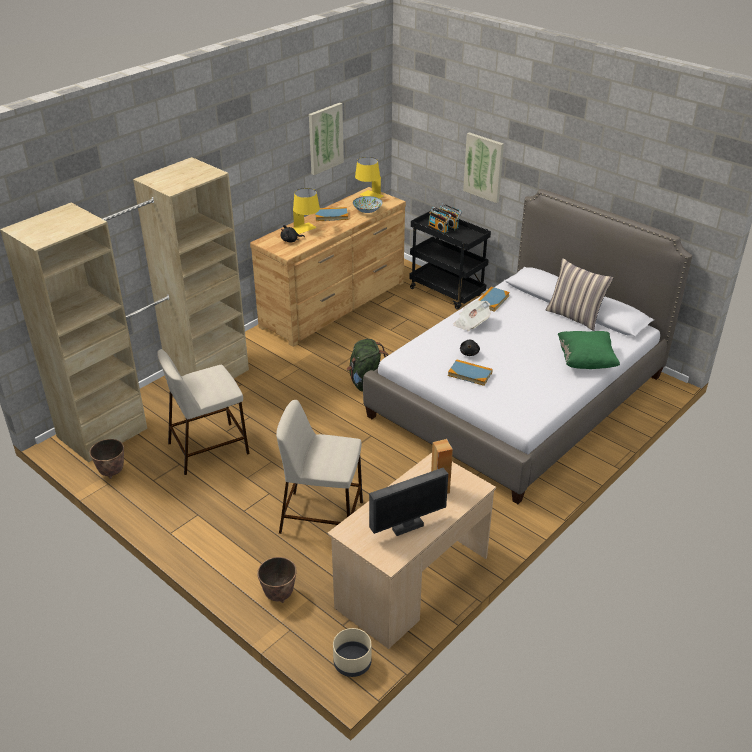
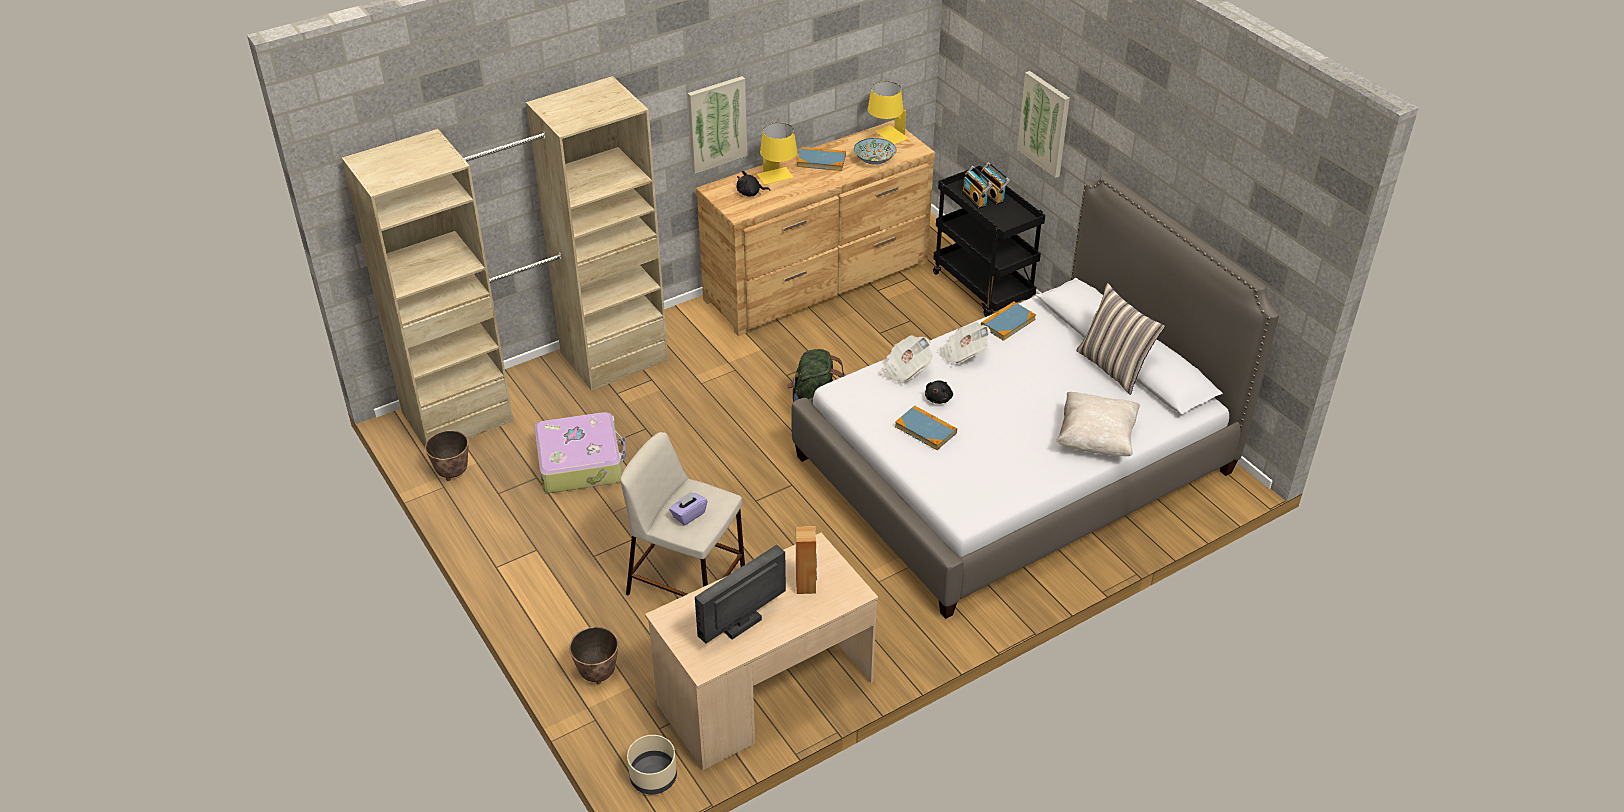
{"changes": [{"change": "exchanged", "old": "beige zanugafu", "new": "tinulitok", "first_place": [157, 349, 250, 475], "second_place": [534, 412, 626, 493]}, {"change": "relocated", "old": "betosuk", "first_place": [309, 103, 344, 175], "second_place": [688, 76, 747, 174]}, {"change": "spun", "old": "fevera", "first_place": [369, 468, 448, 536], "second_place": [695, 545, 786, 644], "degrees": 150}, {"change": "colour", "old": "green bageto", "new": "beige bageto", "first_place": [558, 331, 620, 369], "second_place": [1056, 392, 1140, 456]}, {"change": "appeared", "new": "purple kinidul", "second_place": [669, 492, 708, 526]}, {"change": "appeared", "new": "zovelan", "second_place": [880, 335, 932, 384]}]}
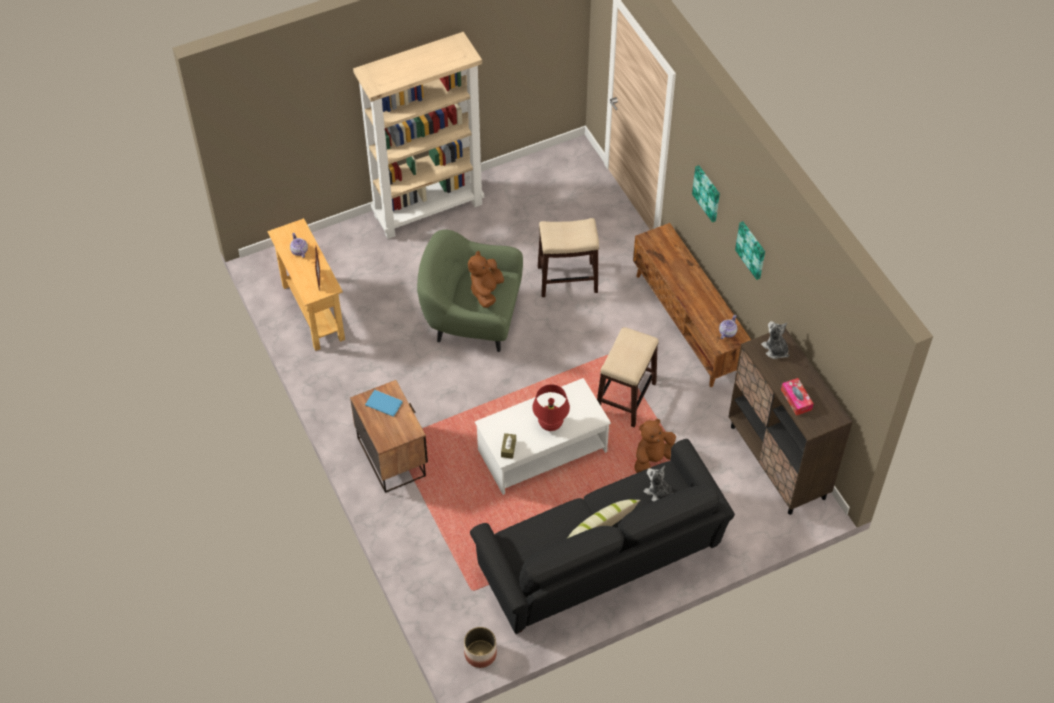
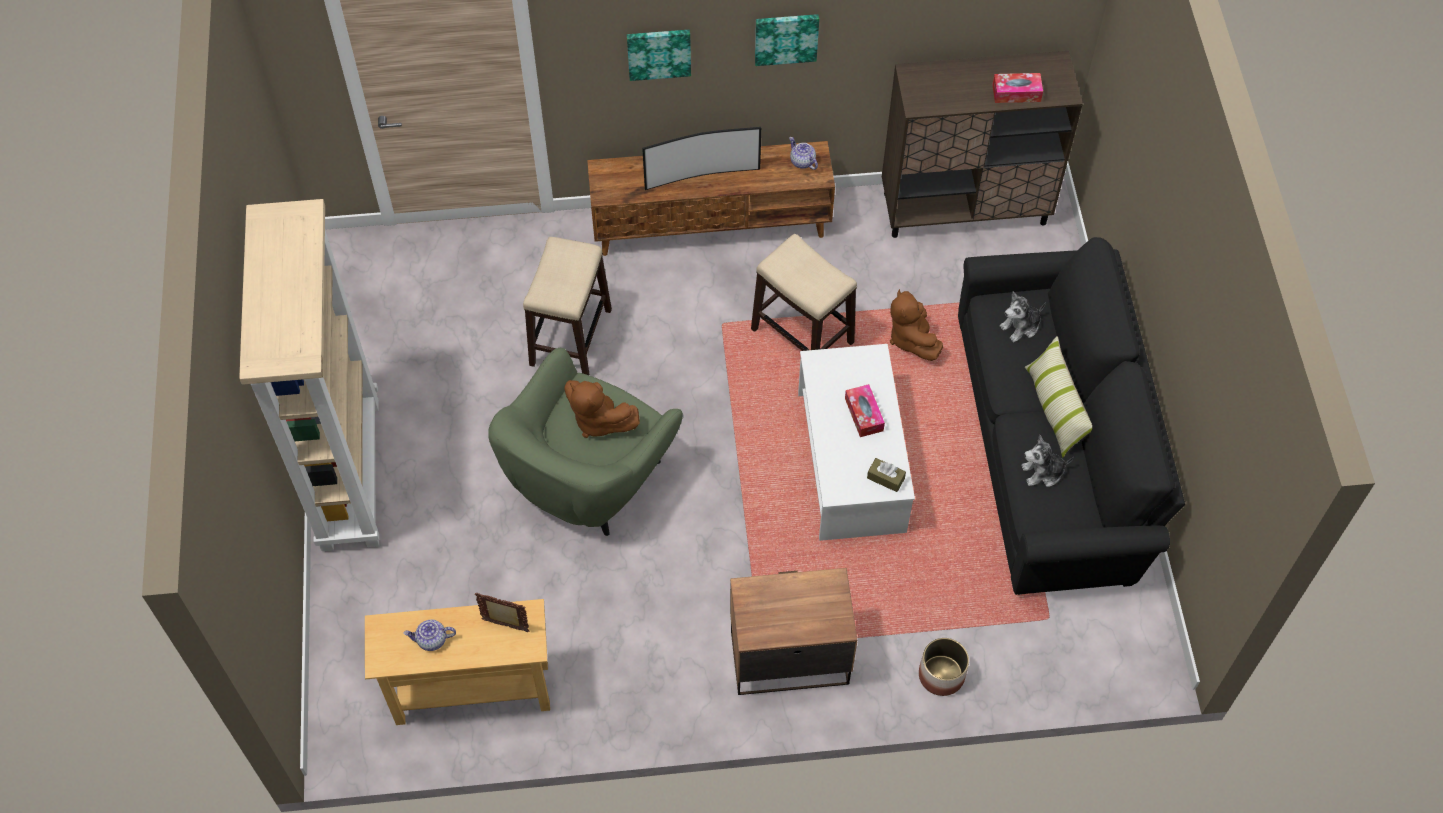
{"changes": [{"change": "missing", "old": "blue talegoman", "first_place": [365, 390, 403, 417]}, {"change": "relocated", "old": "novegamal", "first_place": [464, 627, 497, 668], "second_place": [919, 638, 969, 696]}, {"change": "exchanged", "old": "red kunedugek", "new": "kinidul", "first_place": [532, 384, 570, 431], "second_place": [845, 384, 885, 437]}, {"change": "relocated", "old": "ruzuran", "first_place": [761, 321, 789, 359], "second_place": [1021, 435, 1074, 487]}, {"change": "appeared", "new": "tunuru", "second_place": [642, 127, 761, 190]}]}
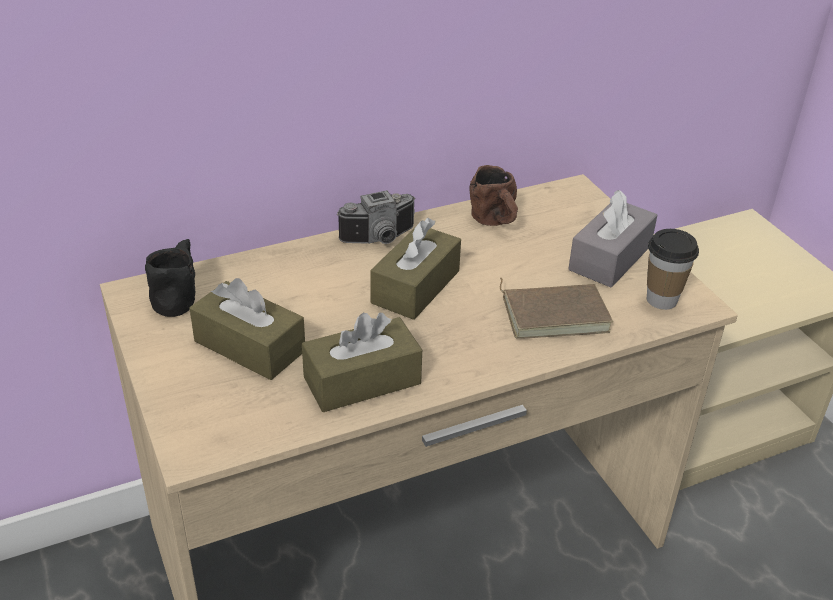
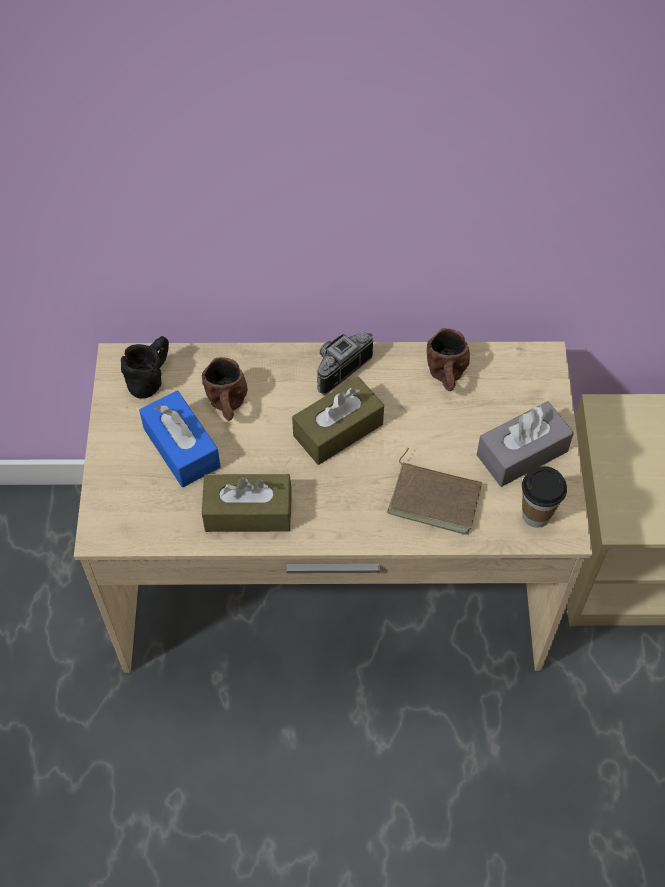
{"changes": [{"change": "colour", "old": "brown kinidul", "new": "blue kinidul", "first_place": [189, 278, 305, 380], "second_place": [139, 391, 221, 487]}, {"change": "spun", "old": "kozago", "first_place": [337, 190, 415, 244], "second_place": [317, 332, 373, 395], "degrees": 135}, {"change": "appeared", "new": "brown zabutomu", "second_place": [202, 357, 248, 421]}]}
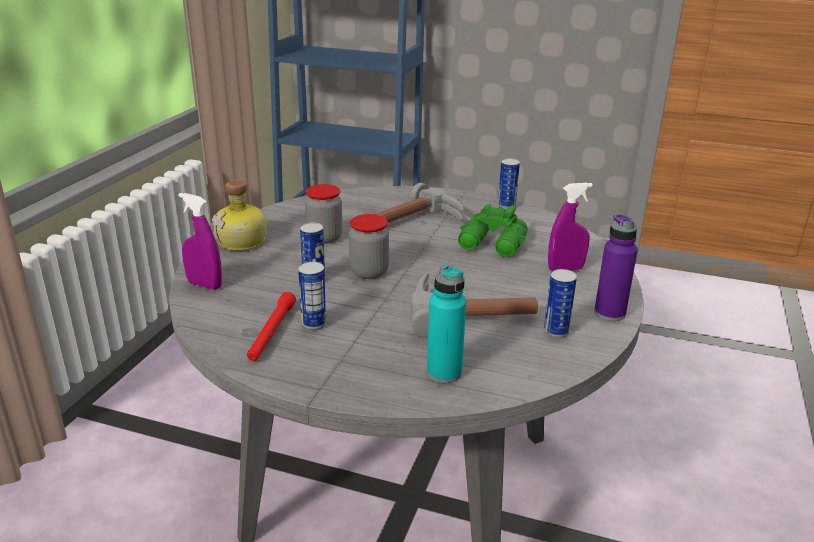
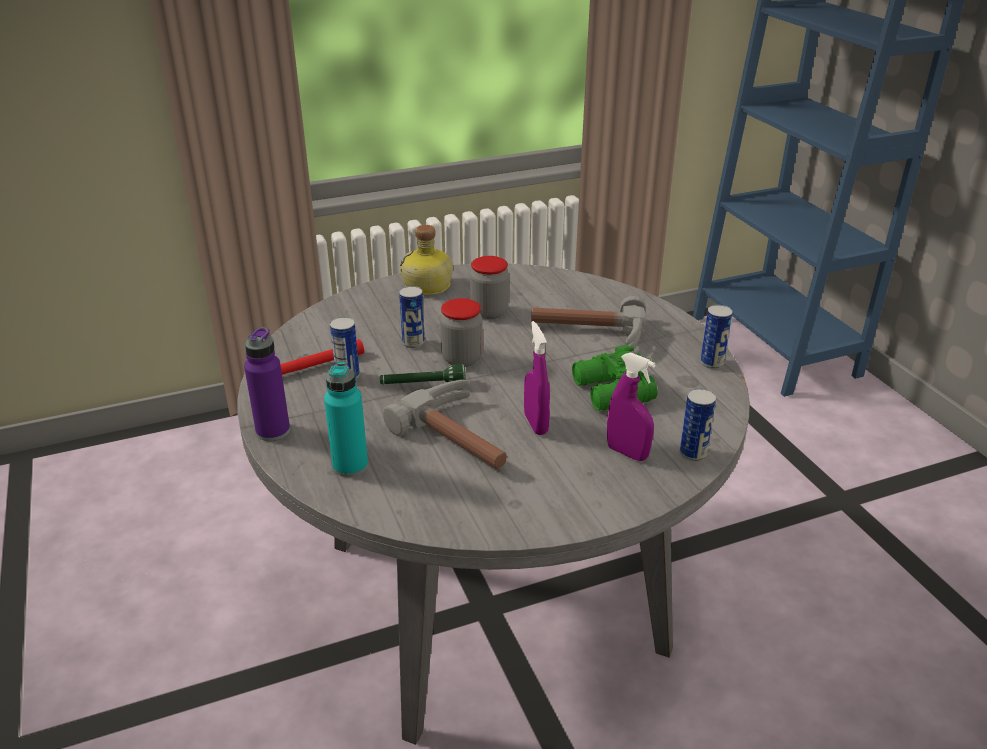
{"changes": [{"change": "relocated", "old": "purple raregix", "first_place": [179, 193, 222, 290], "second_place": [524, 321, 550, 435]}, {"change": "relocated", "old": "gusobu", "first_place": [544, 269, 577, 338], "second_place": [680, 388, 716, 461]}, {"change": "relocated", "old": "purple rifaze", "first_place": [594, 214, 638, 321], "second_place": [244, 327, 290, 441]}, {"change": "appeared", "new": "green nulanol", "second_place": [380, 364, 466, 384]}]}
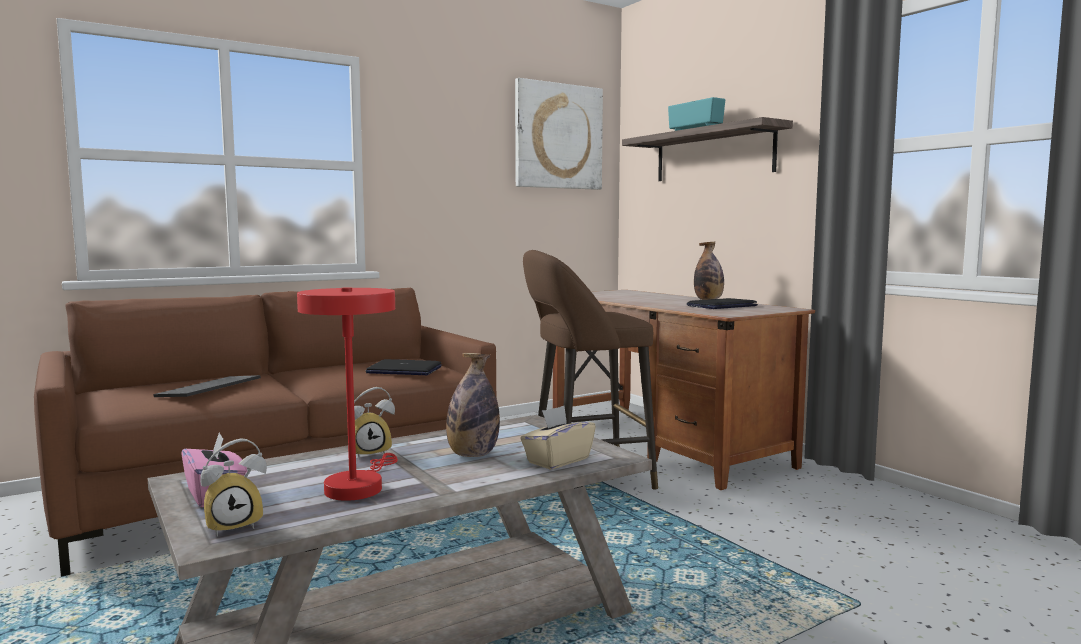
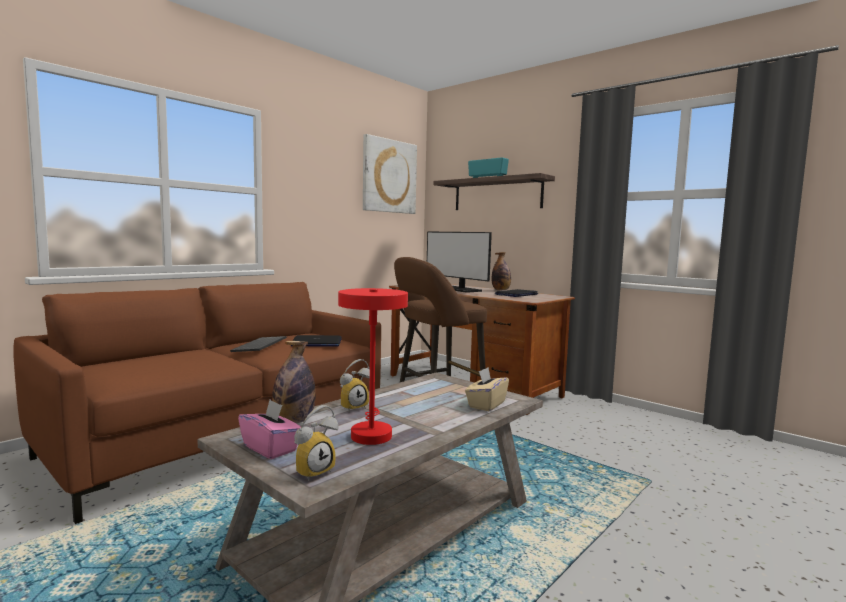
{"changes": [{"change": "relocated", "old": "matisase", "first_place": [153, 375, 261, 397], "second_place": [230, 336, 287, 352]}, {"change": "relocated", "old": "rifaze", "first_place": [446, 353, 500, 457], "second_place": [272, 341, 316, 423]}, {"change": "appeared", "new": "fevera", "second_place": [427, 232, 492, 293]}]}
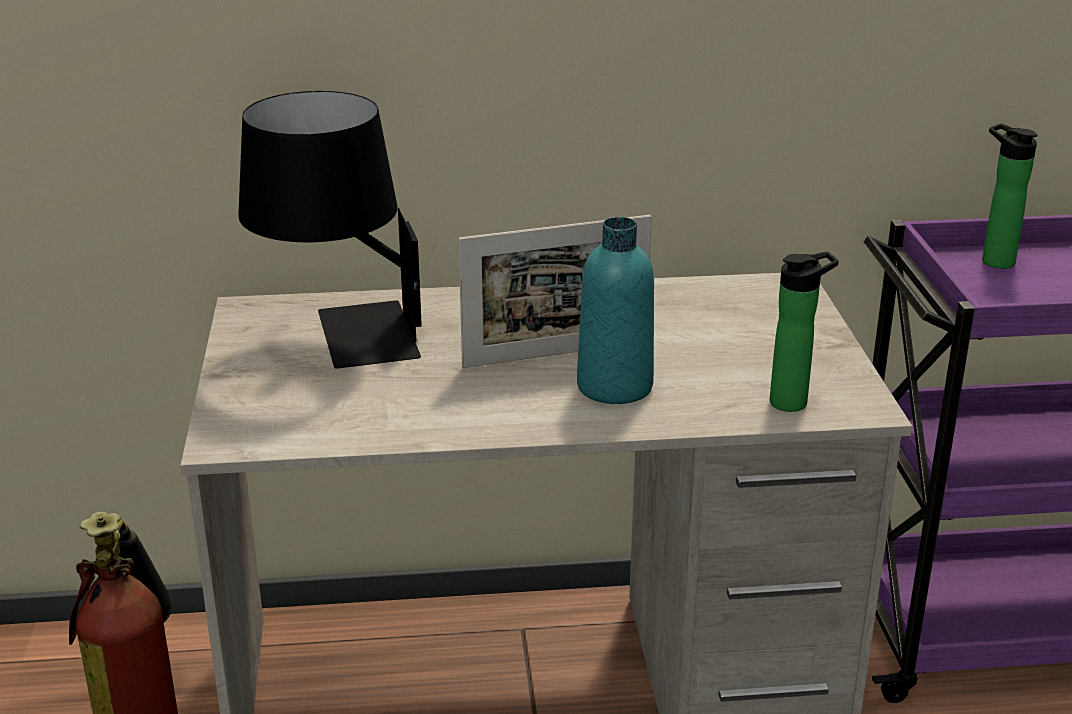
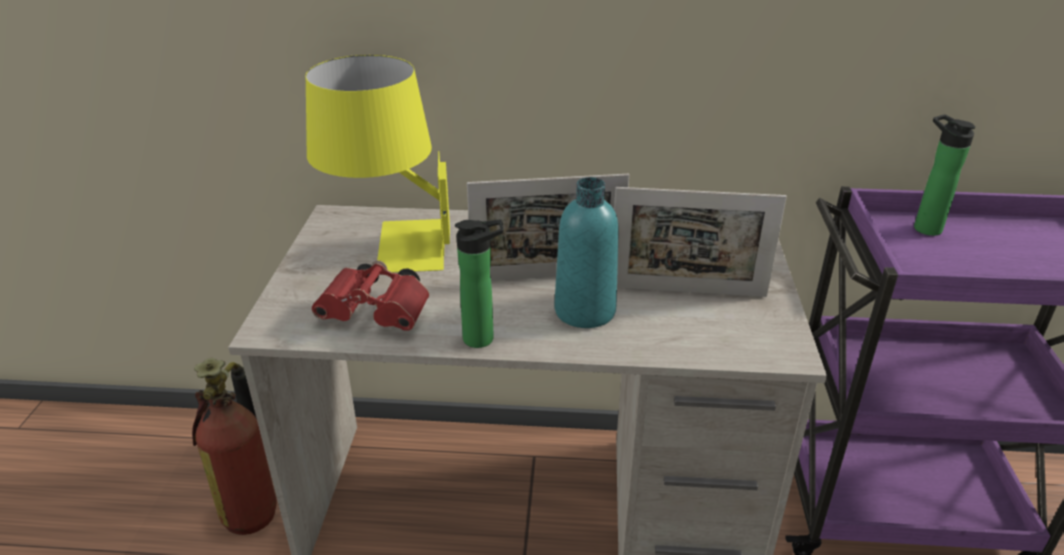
{"changes": [{"change": "colour", "old": "black kunedugek", "new": "yellow kunedugek", "first_place": [238, 91, 422, 369], "second_place": [306, 55, 450, 273]}, {"change": "relocated", "old": "rifaze", "first_place": [770, 252, 839, 412], "second_place": [455, 219, 503, 348]}, {"change": "appeared", "new": "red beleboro", "second_place": [312, 260, 429, 331]}, {"change": "appeared", "new": "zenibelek", "second_place": [614, 187, 787, 297]}]}
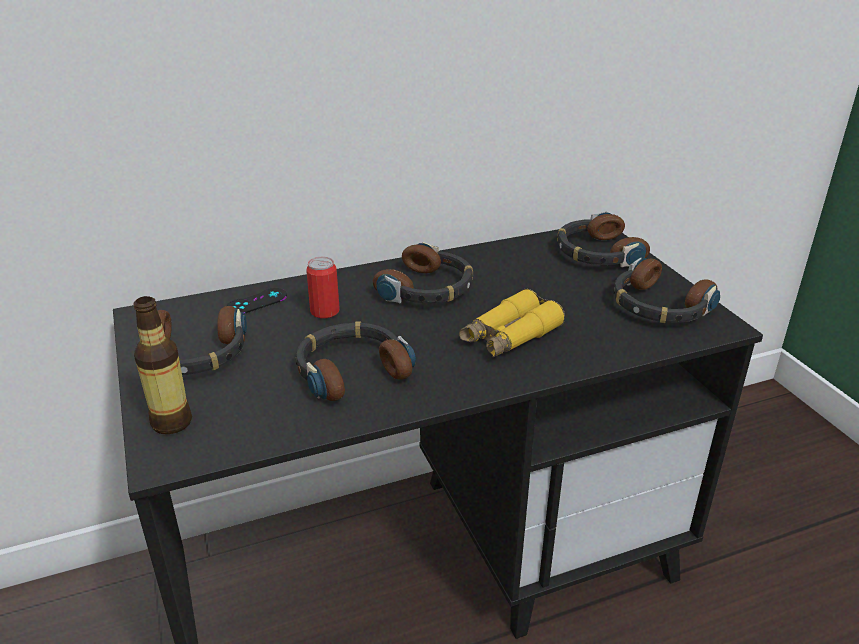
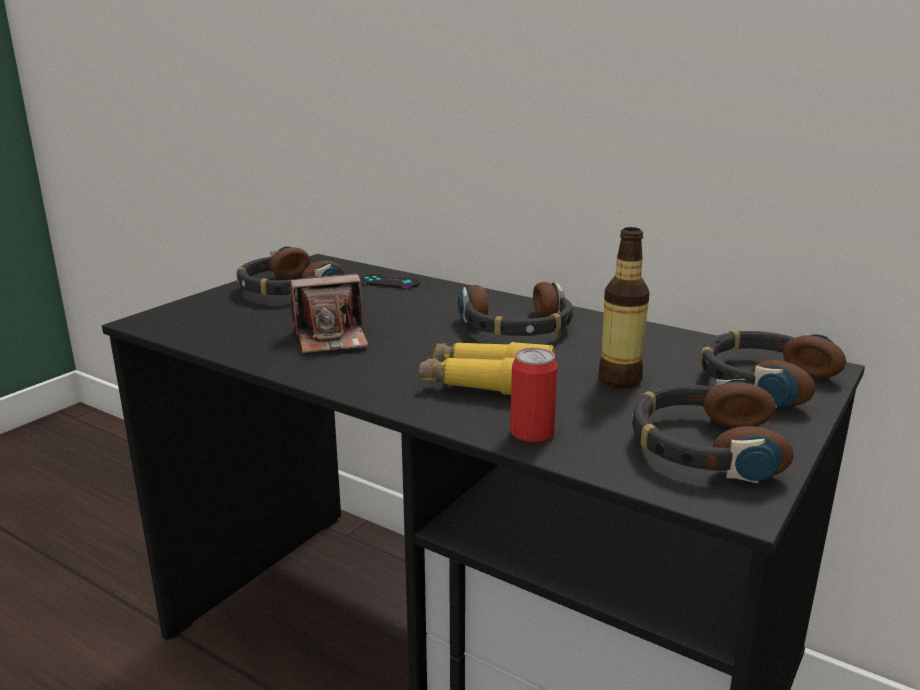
{"changes": [{"change": "relocated", "old": "rifaze", "first_place": [133, 296, 192, 434], "second_place": [598, 227, 650, 388]}, {"change": "exchanged", "old": "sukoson", "new": "kozago", "first_place": [295, 322, 416, 401], "second_place": [289, 273, 368, 353]}, {"change": "relocated", "old": "gusobu", "first_place": [306, 257, 340, 318], "second_place": [510, 347, 558, 443]}]}
